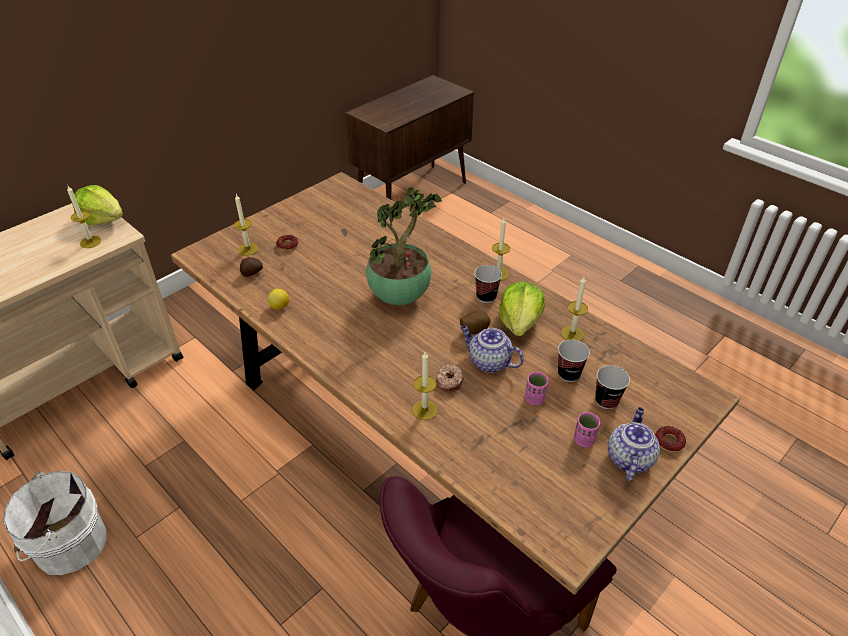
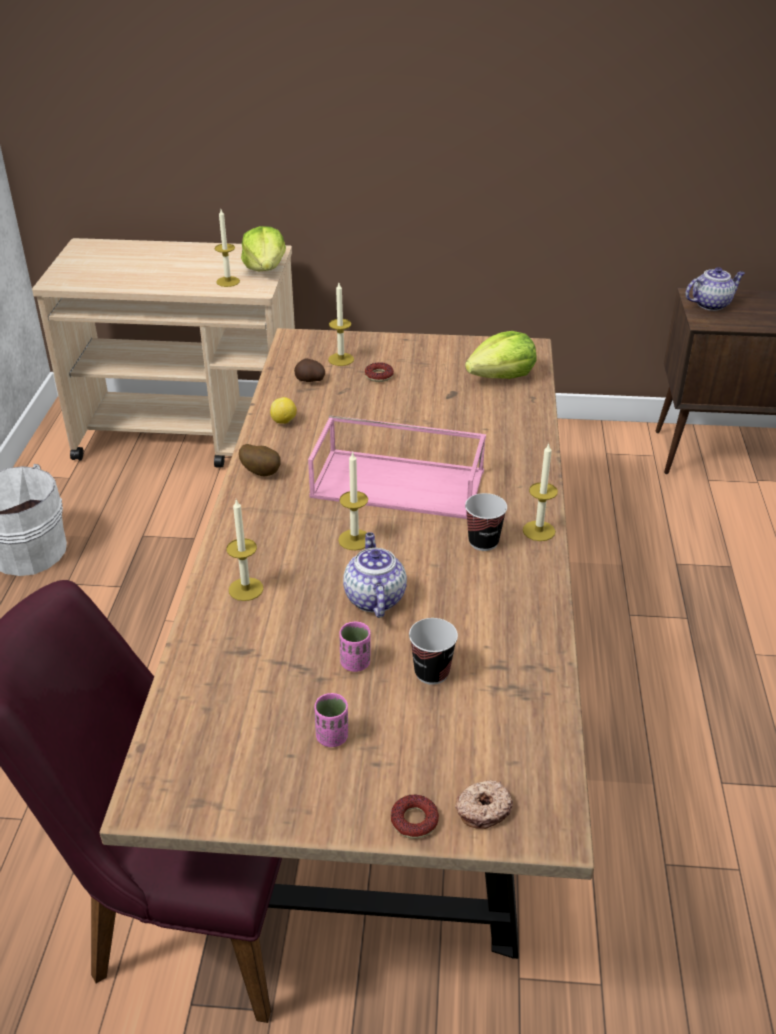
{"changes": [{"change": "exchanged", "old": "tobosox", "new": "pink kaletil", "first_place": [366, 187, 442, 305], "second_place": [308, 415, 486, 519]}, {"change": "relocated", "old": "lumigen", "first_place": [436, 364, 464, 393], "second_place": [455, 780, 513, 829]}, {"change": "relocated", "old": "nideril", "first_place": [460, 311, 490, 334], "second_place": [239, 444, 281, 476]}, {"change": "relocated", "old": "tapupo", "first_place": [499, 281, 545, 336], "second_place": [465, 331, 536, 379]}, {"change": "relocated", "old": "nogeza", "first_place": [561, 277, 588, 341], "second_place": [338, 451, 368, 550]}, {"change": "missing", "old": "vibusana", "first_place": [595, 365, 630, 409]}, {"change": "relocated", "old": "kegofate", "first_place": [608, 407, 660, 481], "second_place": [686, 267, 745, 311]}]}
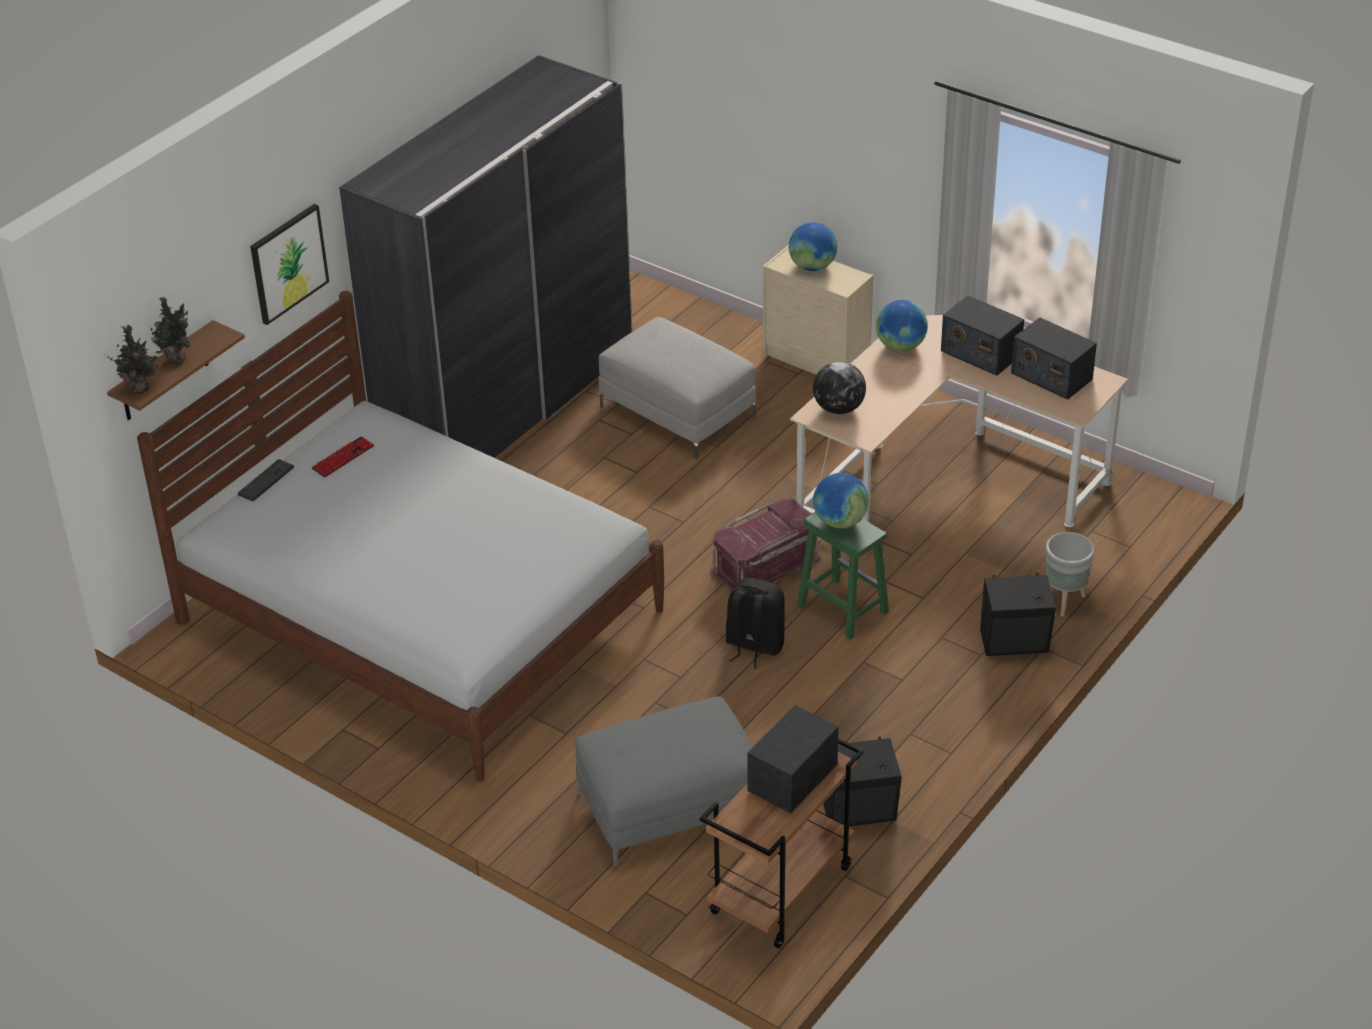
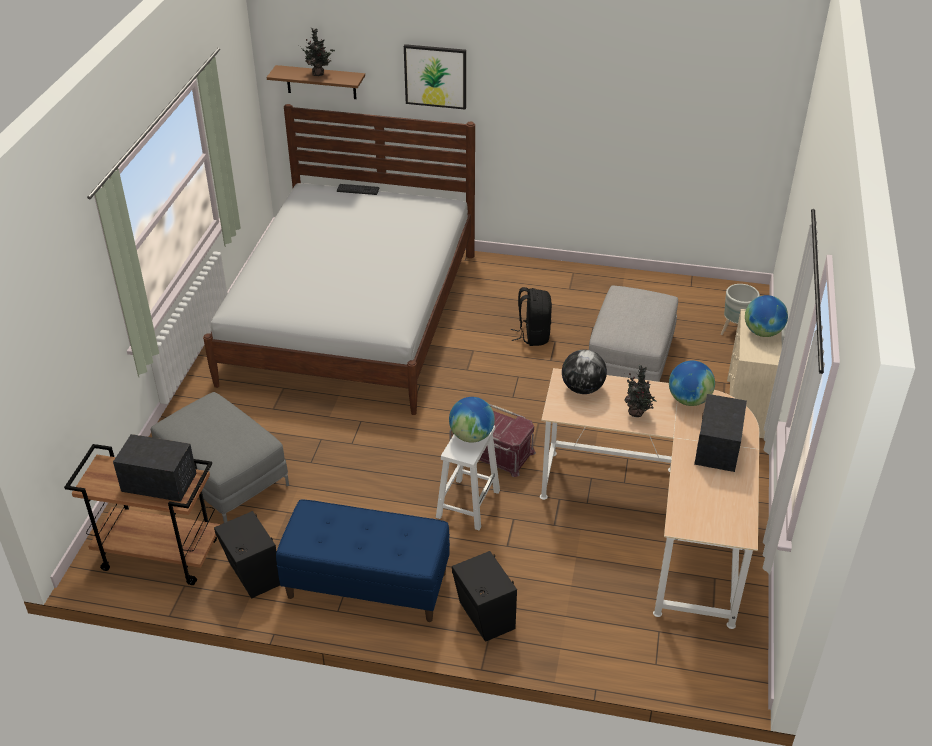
{"changes": [{"change": "relocated", "old": "tobosox", "first_place": [104, 325, 163, 394], "second_place": [624, 364, 657, 417]}, {"change": "missing", "old": "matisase", "first_place": [312, 436, 374, 478]}, {"change": "missing", "old": "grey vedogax", "first_place": [339, 55, 633, 458]}, {"change": "relocated", "old": "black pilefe", "first_place": [726, 578, 785, 668], "second_place": [511, 287, 552, 346]}, {"change": "colour", "old": "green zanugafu", "new": "white zanugafu", "first_place": [797, 512, 889, 640], "second_place": [436, 425, 500, 530]}, {"change": "missing", "old": "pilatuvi", "first_place": [1011, 317, 1097, 400]}, {"change": "relocated", "old": "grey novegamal", "first_place": [1046, 532, 1095, 616], "second_place": [721, 284, 760, 335]}, {"change": "appeared", "new": "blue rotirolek", "second_place": [276, 499, 450, 622]}]}
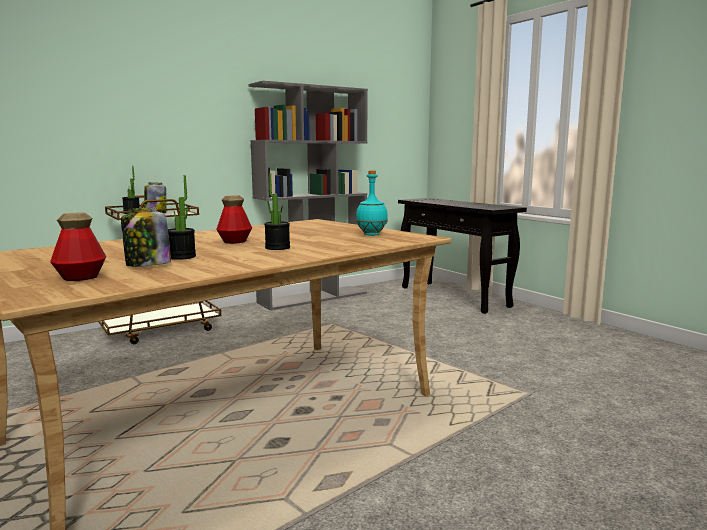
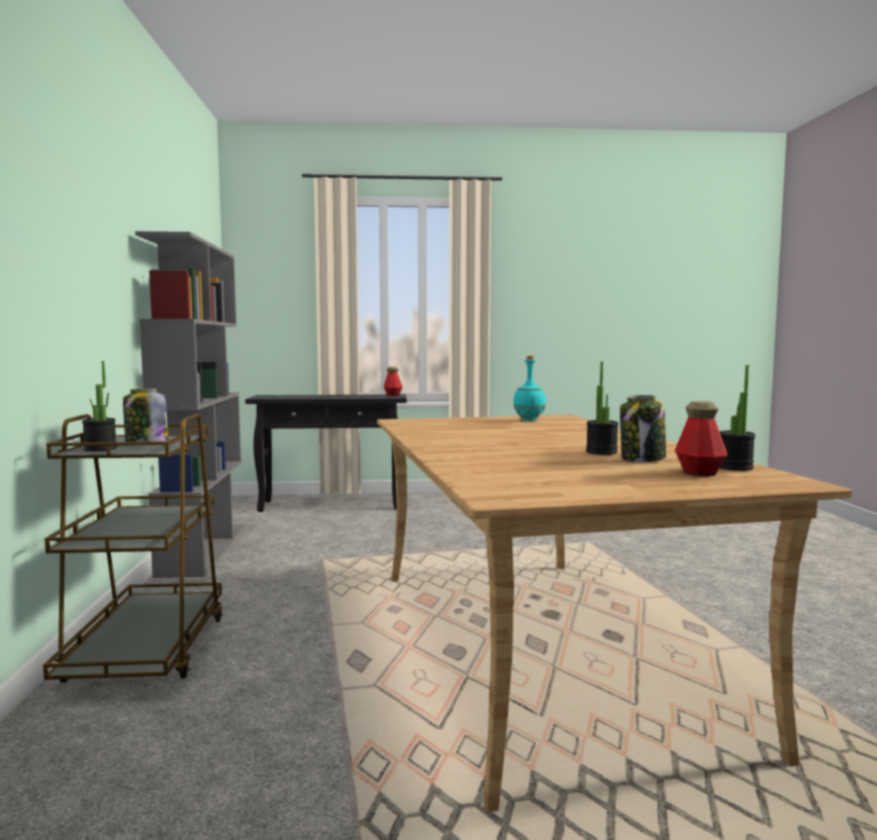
{"changes": [{"change": "relocated", "old": "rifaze", "first_place": [216, 195, 252, 244], "second_place": [384, 367, 403, 396]}, {"change": "relocated", "old": "tobosox", "first_place": [264, 174, 290, 250], "second_place": [719, 365, 755, 471]}]}
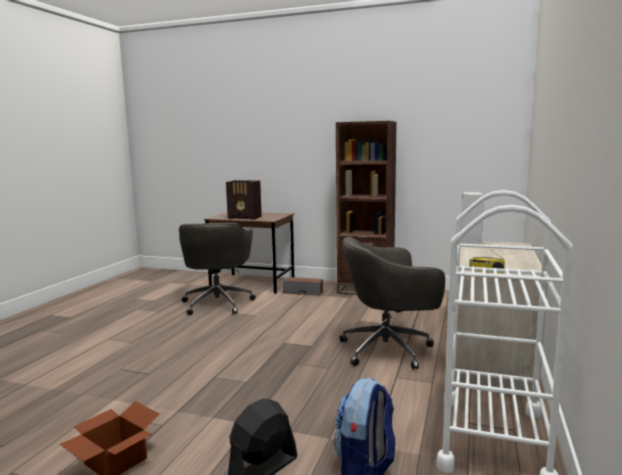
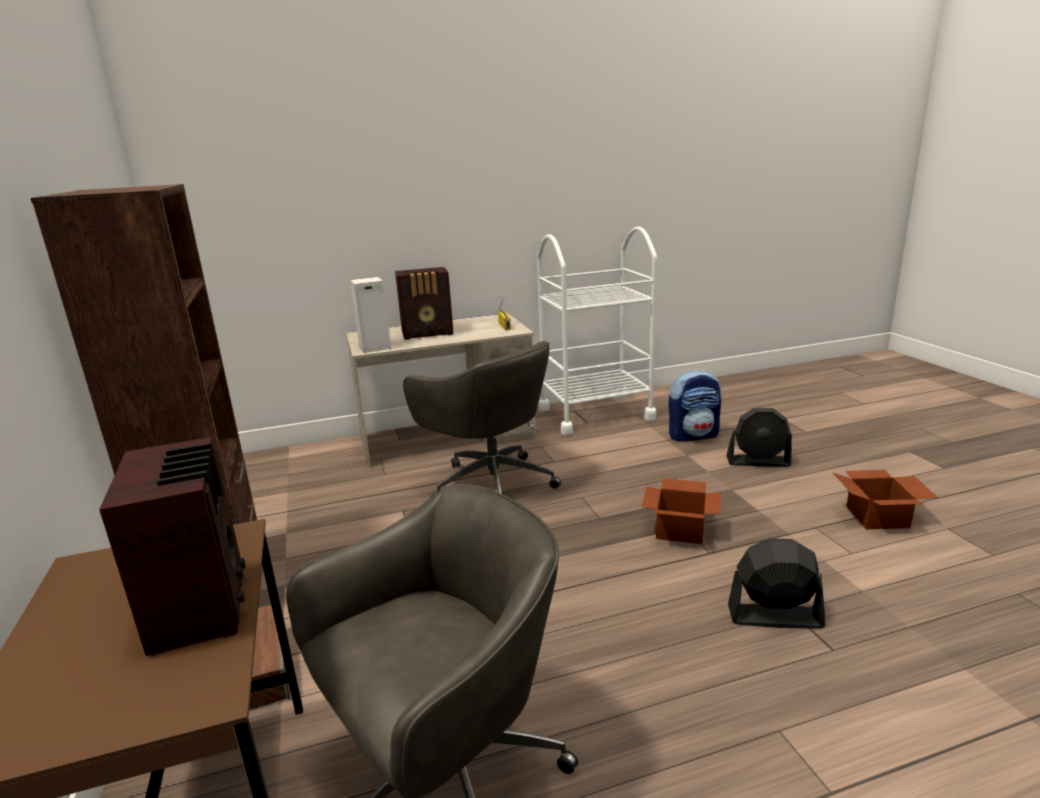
{"changes": [{"change": "appeared", "new": "pilatuvi", "second_place": [395, 267, 454, 340]}, {"change": "appeared", "new": "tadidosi", "second_place": [642, 478, 721, 544]}, {"change": "appeared", "new": "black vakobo", "second_place": [728, 538, 825, 629]}]}
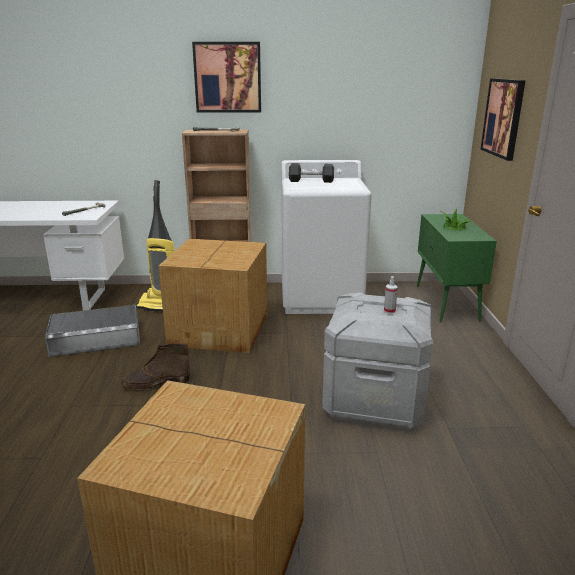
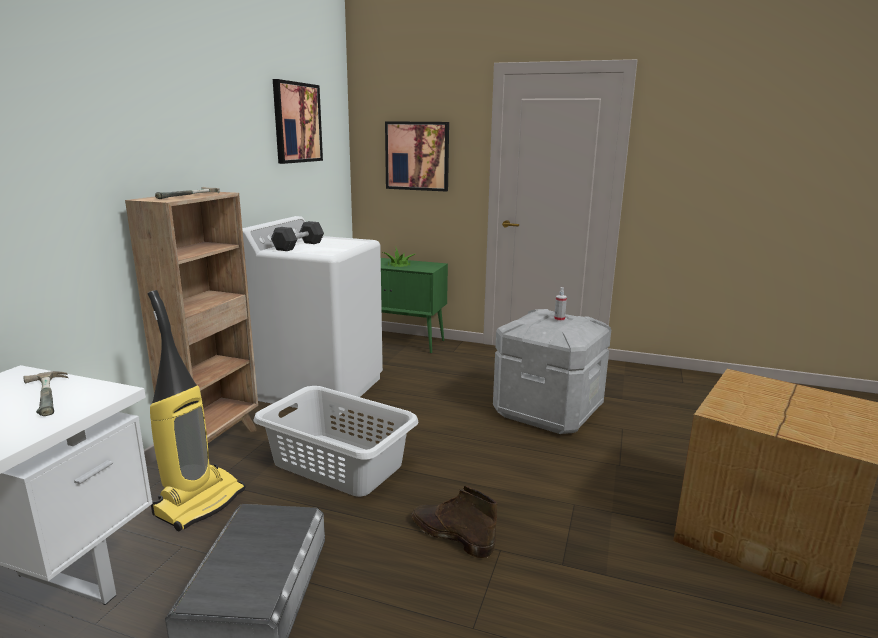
{"changes": [{"change": "spun", "old": "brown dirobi", "first_place": [121, 344, 190, 390], "second_place": [411, 486, 497, 558], "degrees": 120}, {"change": "exchanged", "old": "tadidosi", "new": "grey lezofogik", "first_place": [158, 239, 267, 353], "second_place": [253, 386, 418, 497]}, {"change": "relocated", "old": "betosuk", "first_place": [192, 42, 261, 113], "second_place": [273, 79, 323, 164]}]}
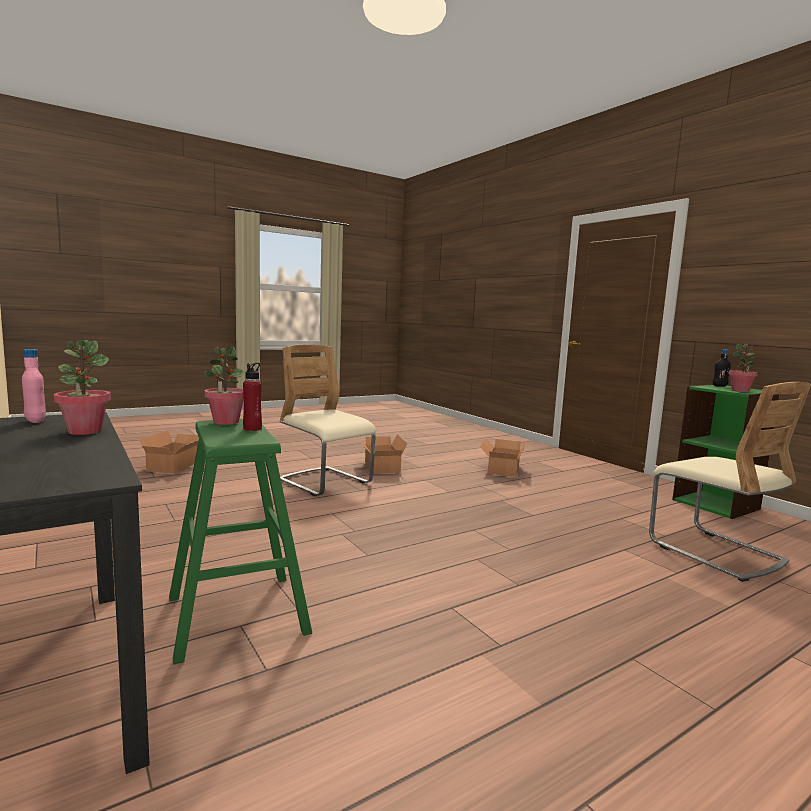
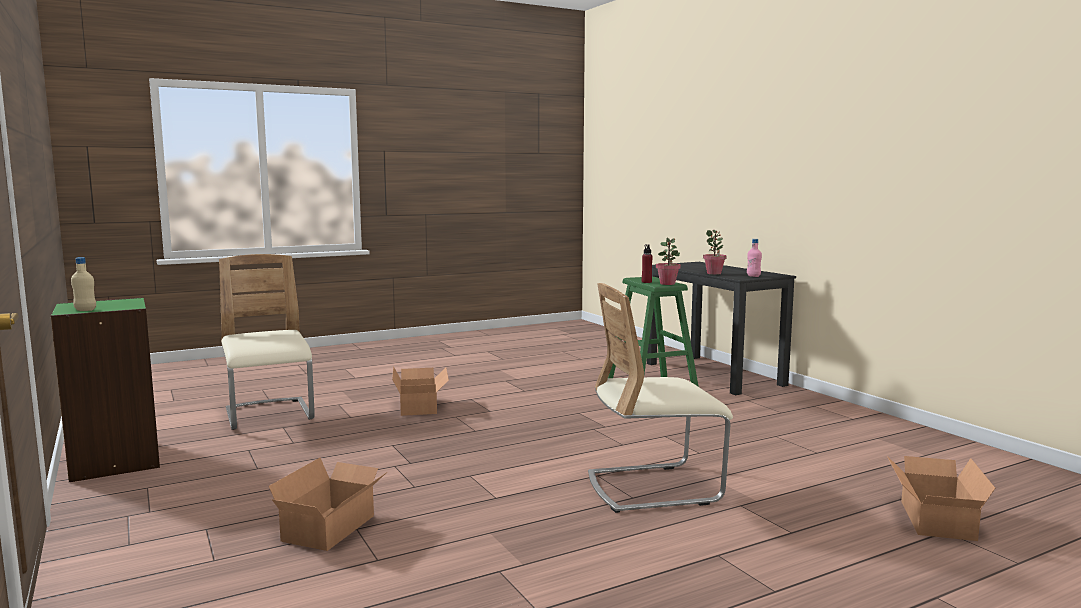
{"changes": [{"change": "spun", "old": "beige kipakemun", "first_place": [280, 344, 376, 496], "second_place": [588, 283, 733, 513], "degrees": 120}, {"change": "relocated", "old": "tadidosi", "first_place": [358, 434, 407, 474], "second_place": [392, 366, 449, 416]}, {"change": "colour", "old": "black rifaze", "new": "beige rifaze", "first_place": [712, 349, 731, 387], "second_place": [71, 257, 96, 311]}, {"change": "missing", "old": "tobosox", "first_place": [728, 344, 758, 392]}]}
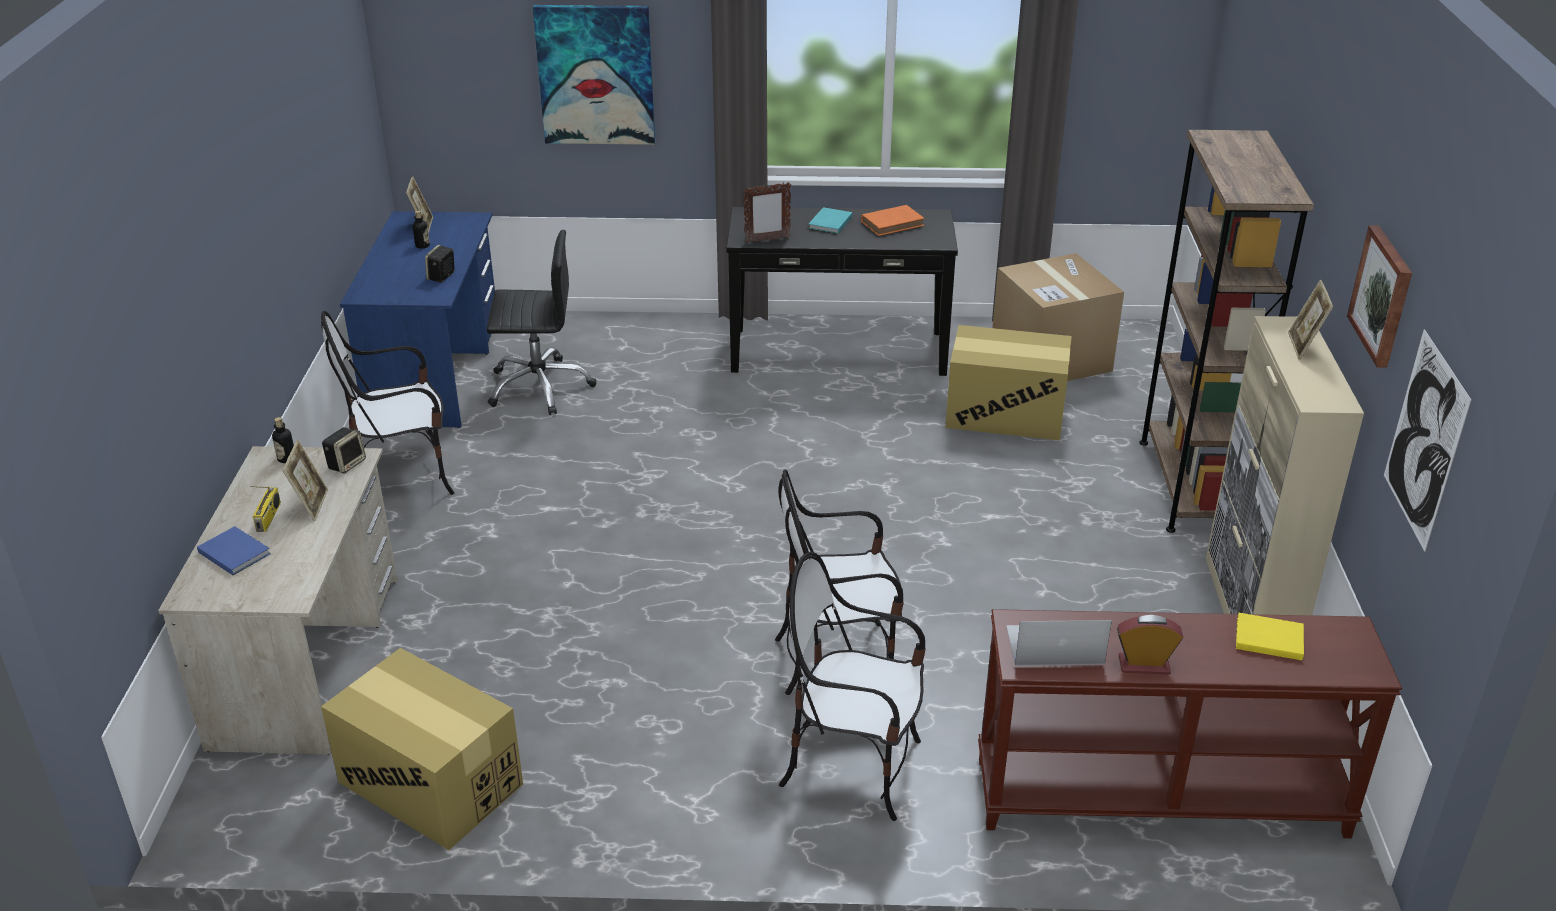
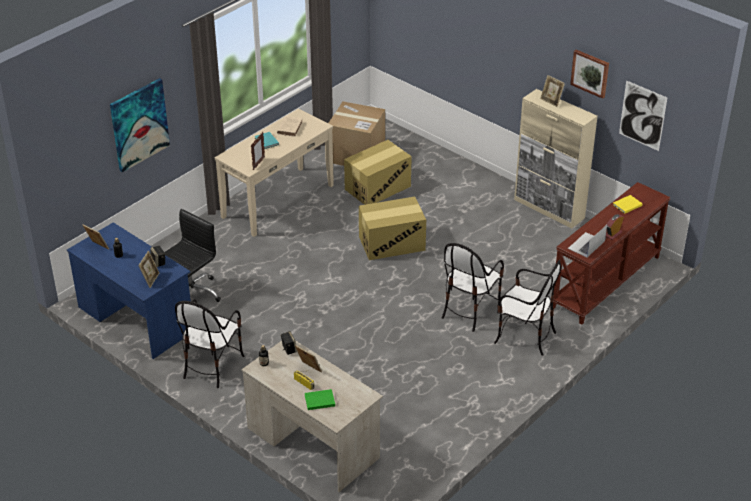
{"changes": [{"change": "colour", "old": "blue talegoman", "new": "green talegoman", "first_place": [197, 526, 271, 575], "second_place": [305, 389, 335, 410]}, {"change": "relocated", "old": "tadidosi", "first_place": [321, 648, 523, 850], "second_place": [359, 197, 426, 260]}, {"change": "colour", "old": "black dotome", "new": "beige dotome", "first_place": [726, 207, 958, 376], "second_place": [215, 108, 334, 237]}, {"change": "spun", "old": "kipakemun", "first_place": [779, 552, 926, 821], "second_place": [494, 260, 561, 356], "degrees": -120}, {"change": "colour", "old": "orange talegoman", "new": "beige talegoman", "first_place": [861, 205, 924, 236], "second_place": [277, 116, 303, 137]}, {"change": "missing", "old": "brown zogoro", "first_place": [1140, 130, 1314, 533]}, {"change": "appeared", "new": "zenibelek", "second_place": [138, 251, 159, 288]}]}
